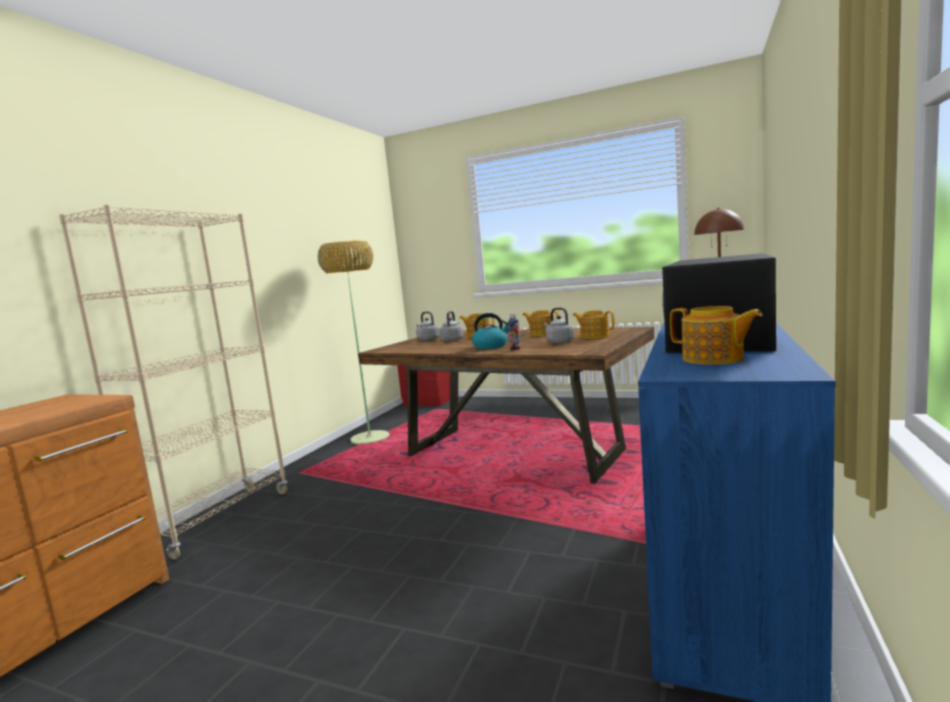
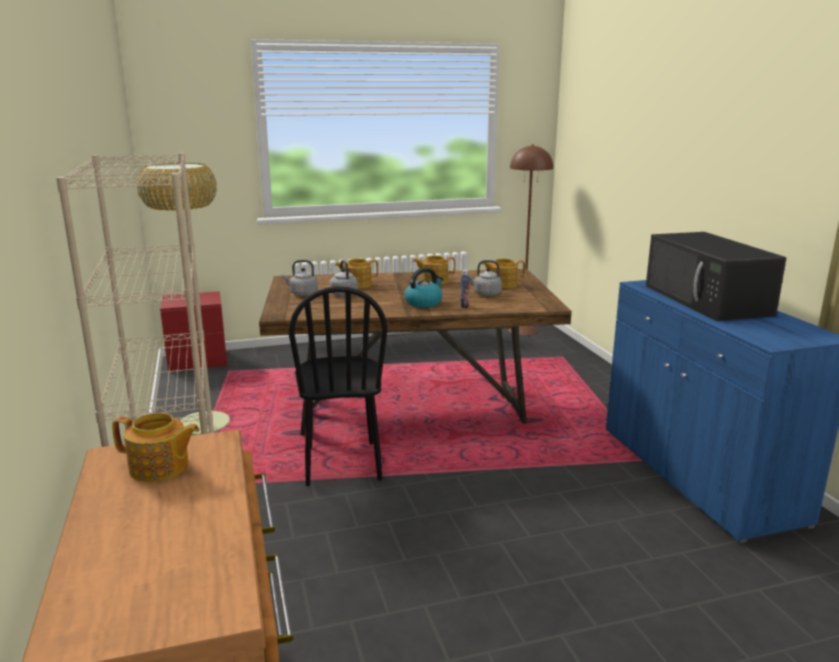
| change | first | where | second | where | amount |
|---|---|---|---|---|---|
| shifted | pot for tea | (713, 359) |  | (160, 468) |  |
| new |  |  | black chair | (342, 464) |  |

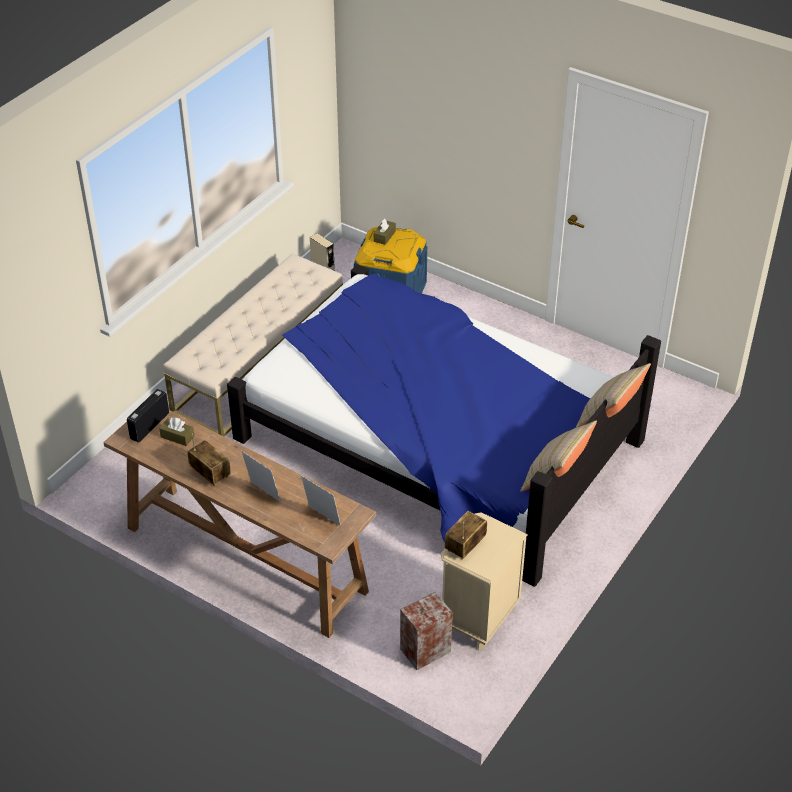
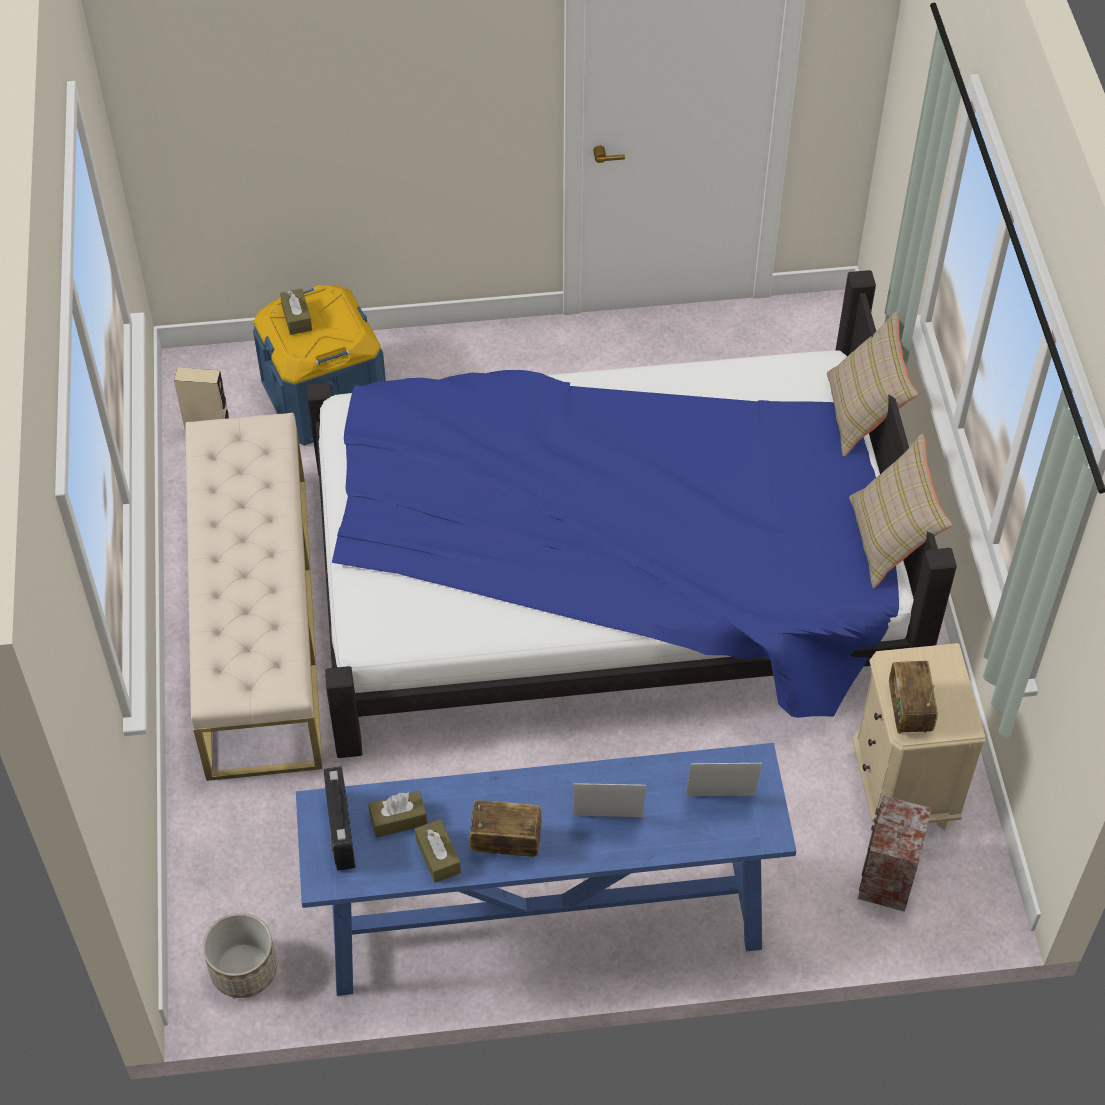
| change | first | where | second | where | amount |
|---|---|---|---|---|---|
| repainted | brownish narrow table | (244, 559) | blue-coloured narrow table | (541, 921) |  |
| new |  |  | flower pot | (244, 969) |  |
| new |  |  | brownish tissue box | (438, 856) |  |

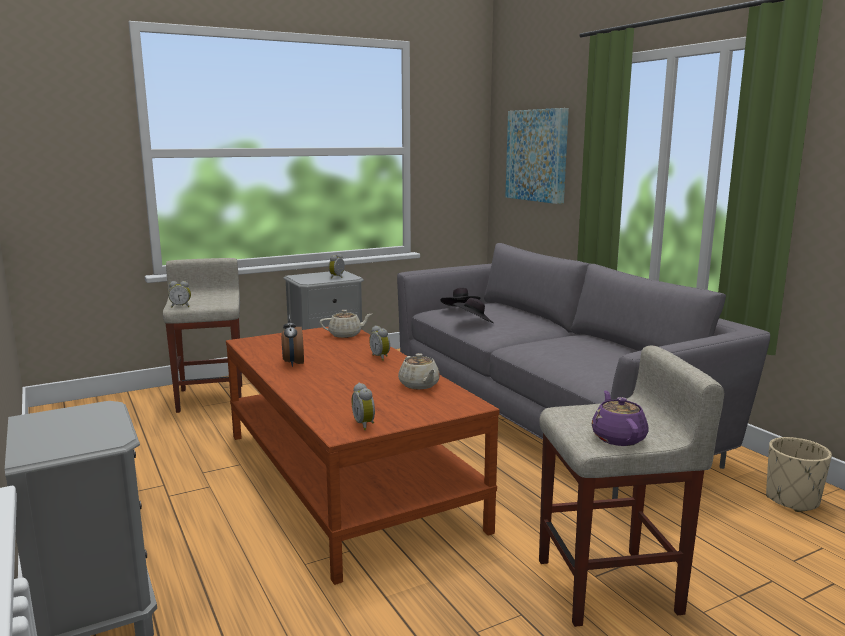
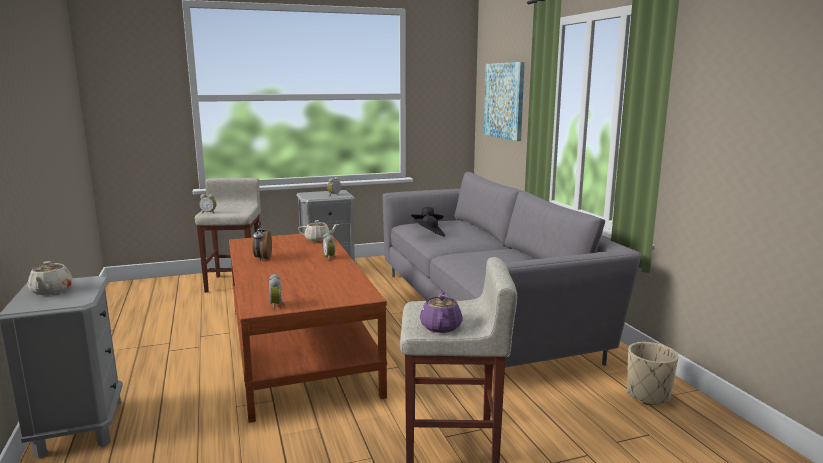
| change | first | where | second | where | amount |
|---|---|---|---|---|---|
| shifted | beige-coloured pot for tea | (419, 385) |  | (51, 291) |  |

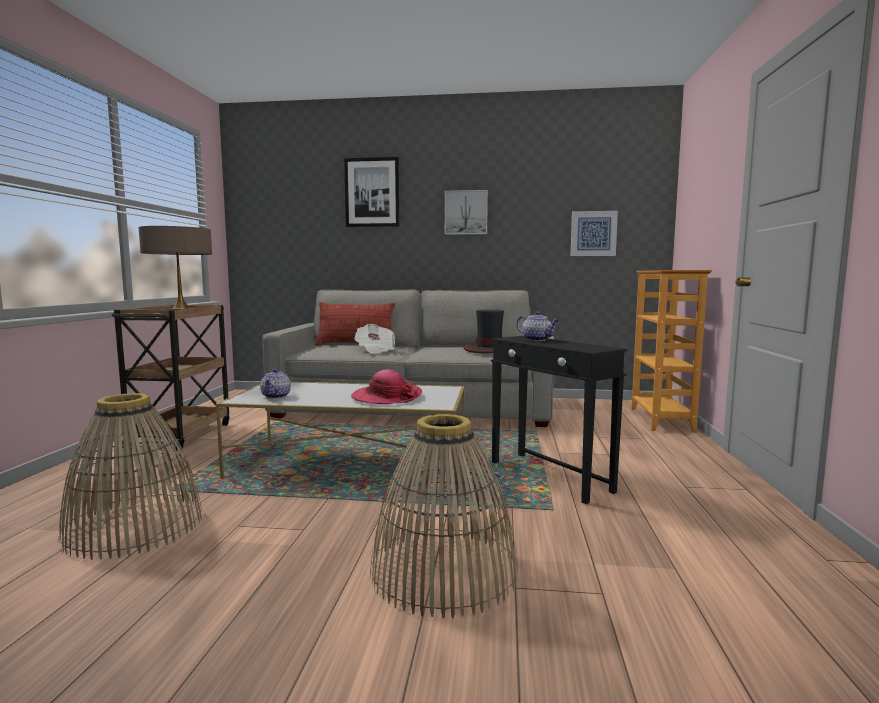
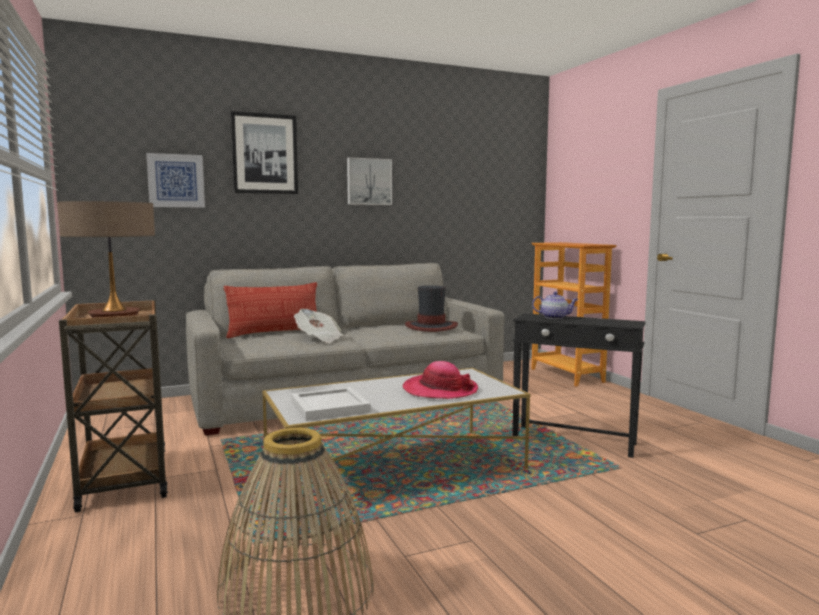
| change | first | where | second | where | amount |
|---|---|---|---|---|---|
| swapped | pot for tea | (276, 396) | white-coloured tray | (330, 406) |  |
| gone | storage basket | (443, 571) |  |  |  |
| shifted | wall picture | (593, 233) |  | (176, 181) |  |

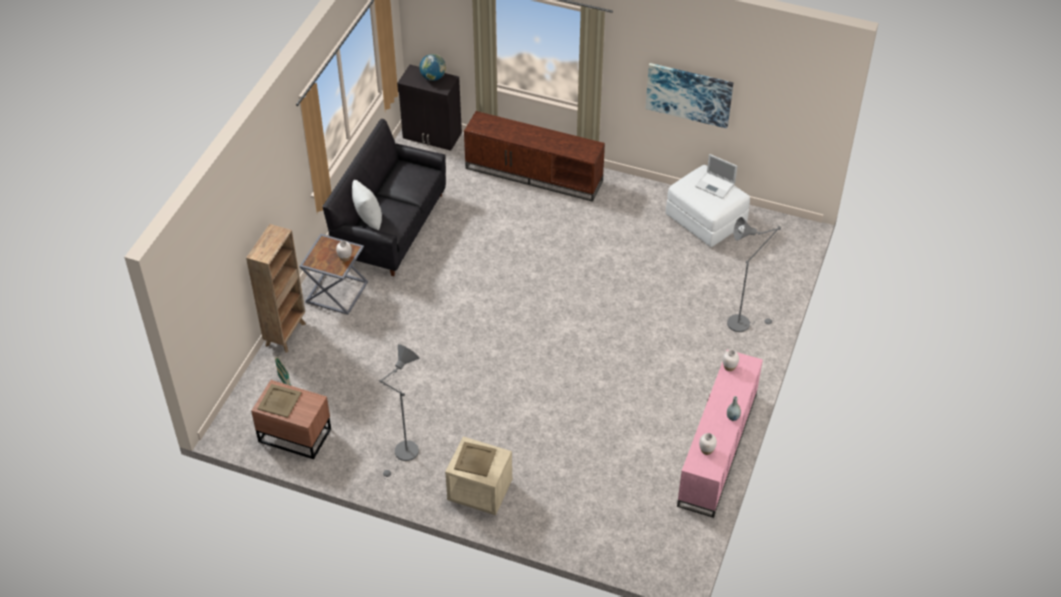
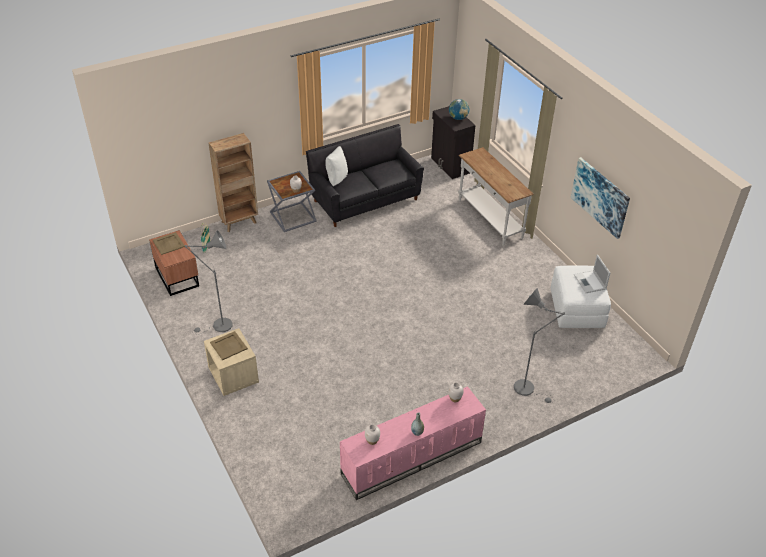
| change | first | where | second | where | amount |
|---|---|---|---|---|---|
| swapped | brownish tv unit | (535, 174) | white-coloured narrow table | (489, 219) |  |

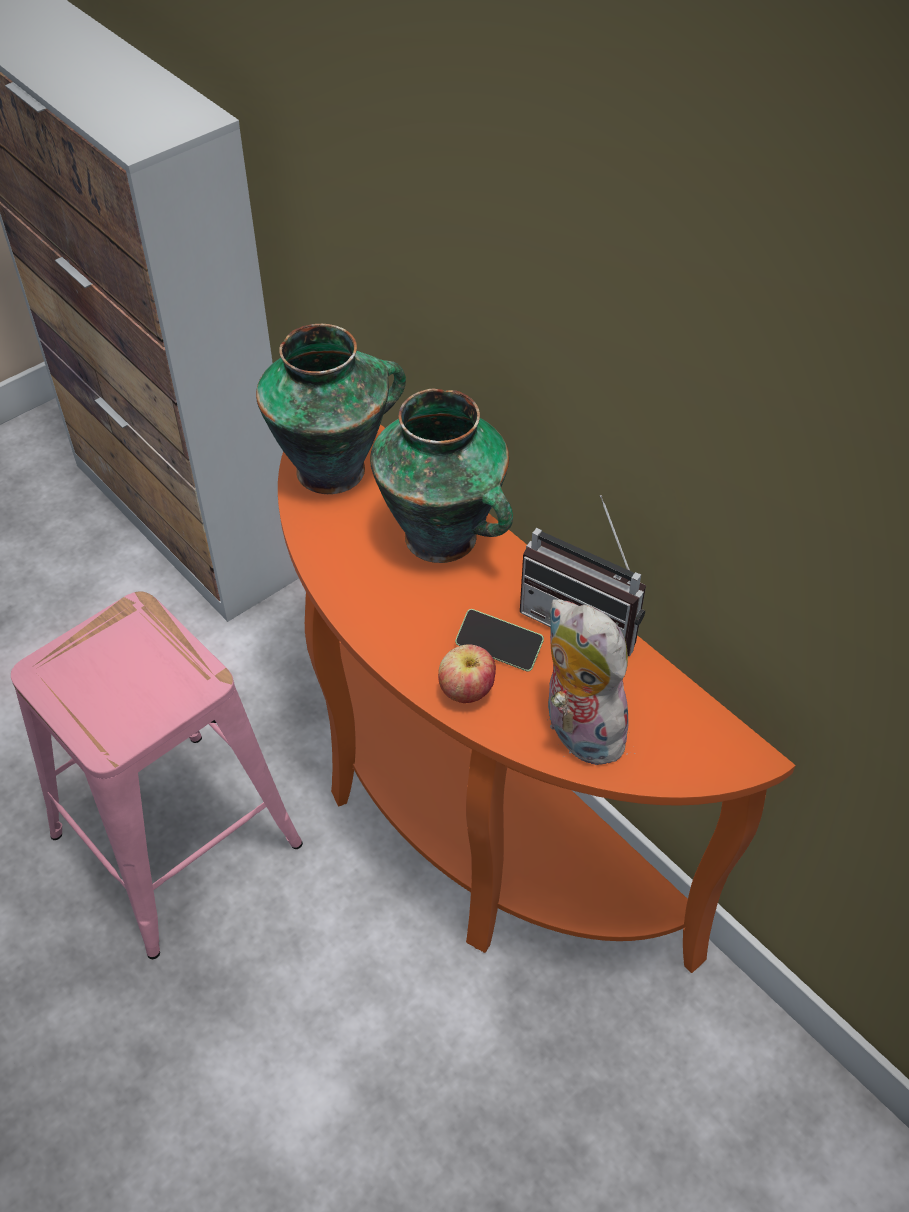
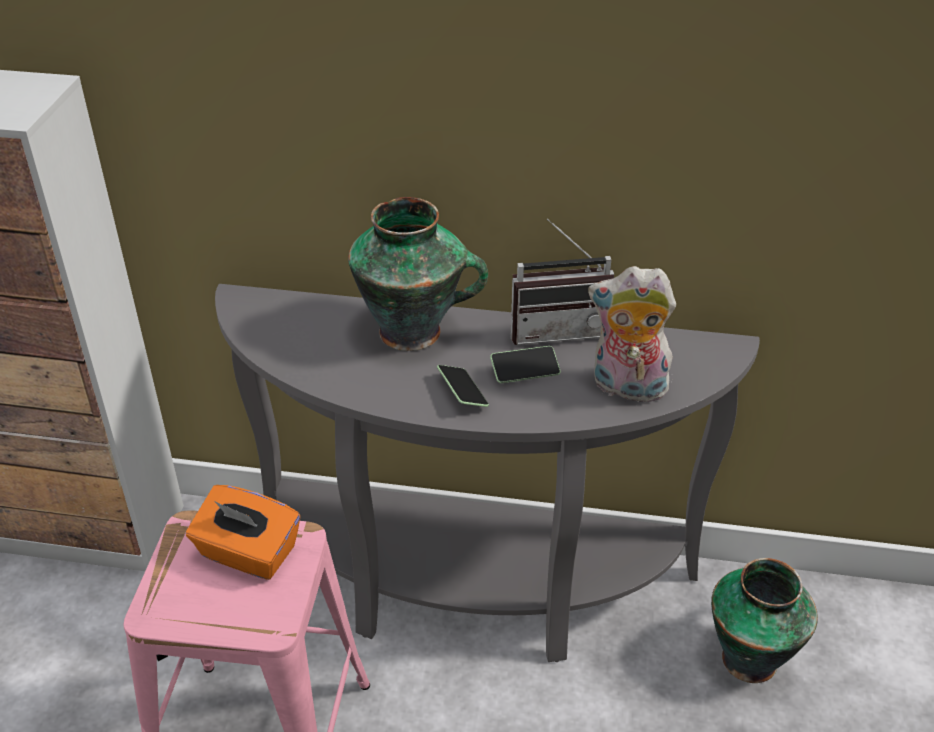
| change | first | where | second | where | amount |
|---|---|---|---|---|---|
| shifted | decorative vase | (334, 469) |  | (750, 657) |  |
| repainted | orange-coloured narrow table | (464, 820) | greyish narrow table | (468, 589) |  |
| gone | whole apple | (466, 691) |  |  |  |
| new |  |  | orange-coloured tissue box | (248, 553) |  |
| new |  |  | handset | (462, 393) |  |

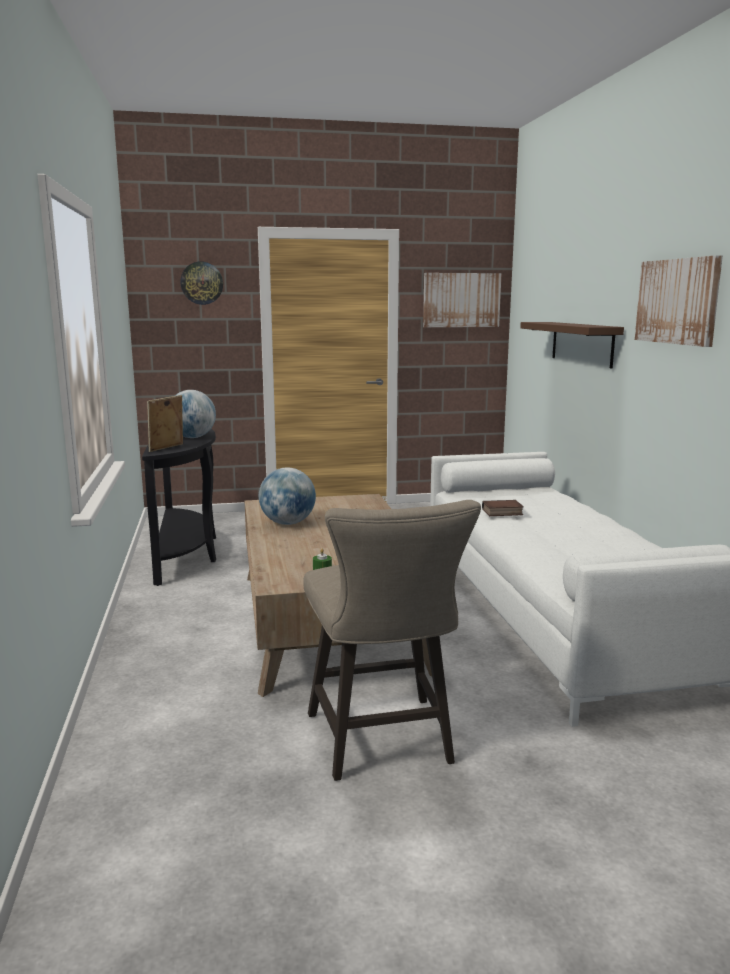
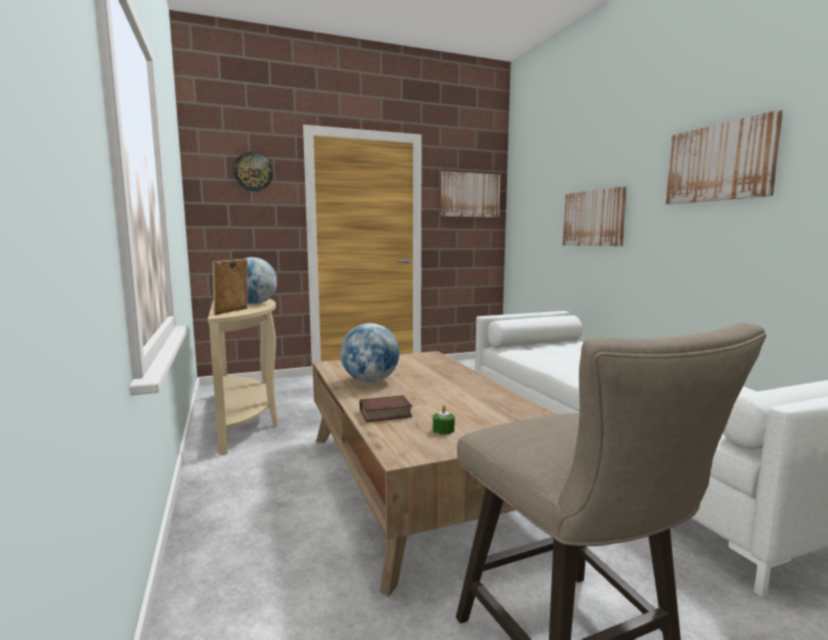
| change | first | where | second | where | amount |
|---|---|---|---|---|---|
| repainted | black narrow table | (186, 551) | beige-coloured narrow table | (246, 416) |  |
| shifted | book | (502, 512) |  | (385, 414) |  |
| swapped | brownish bracket shelf | (582, 343) | wall picture | (593, 218) |  |

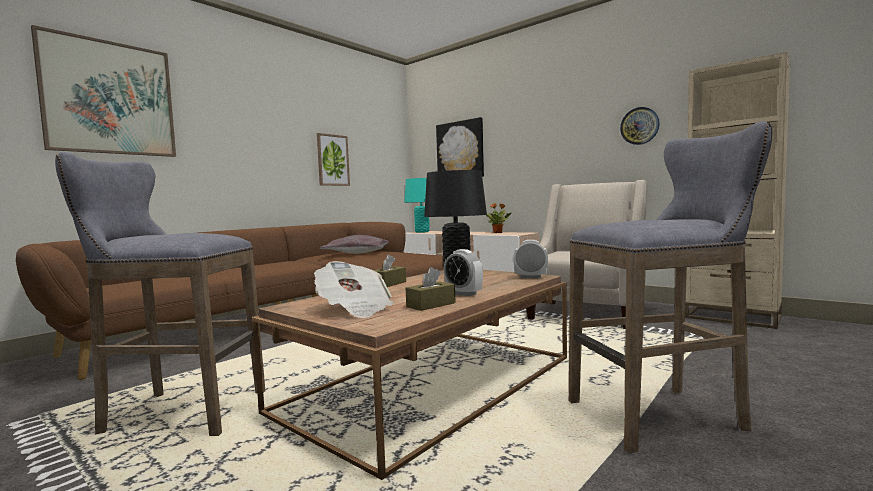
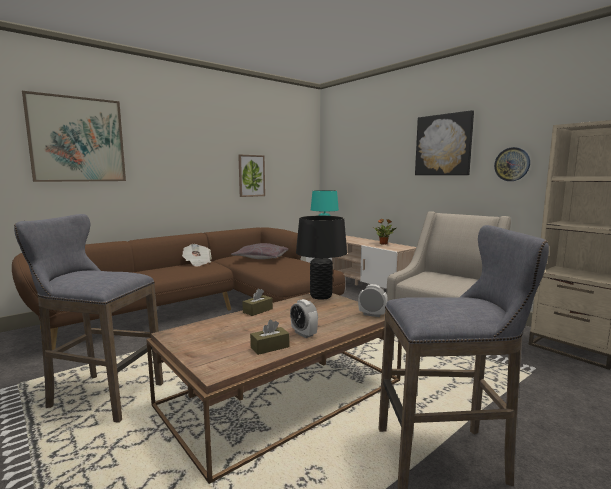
| change | first | where | second | where | amount |
|---|---|---|---|---|---|
| shifted | daily paper | (354, 309) |  | (197, 263) |  |
| shifted | wall picture | (460, 150) |  | (443, 145) |  |

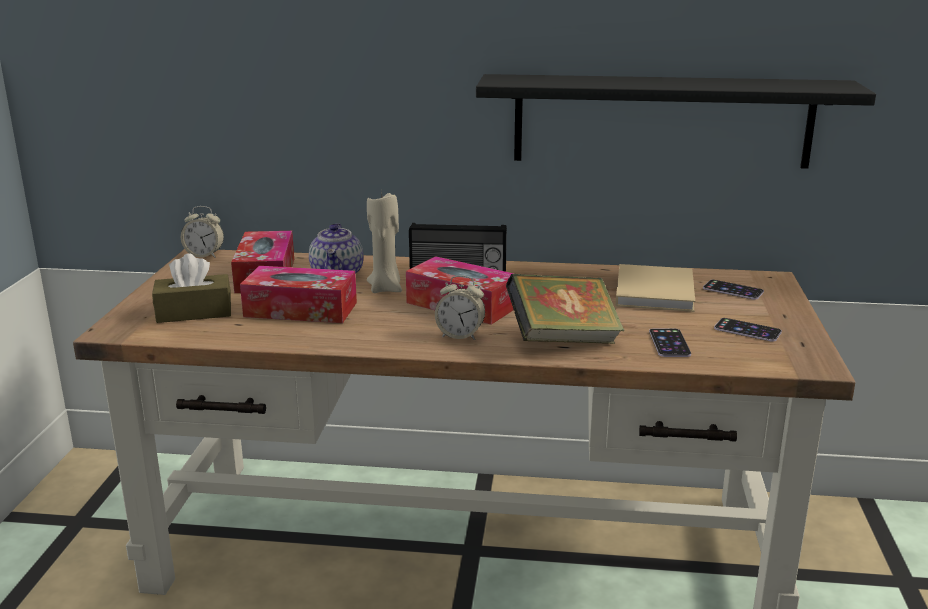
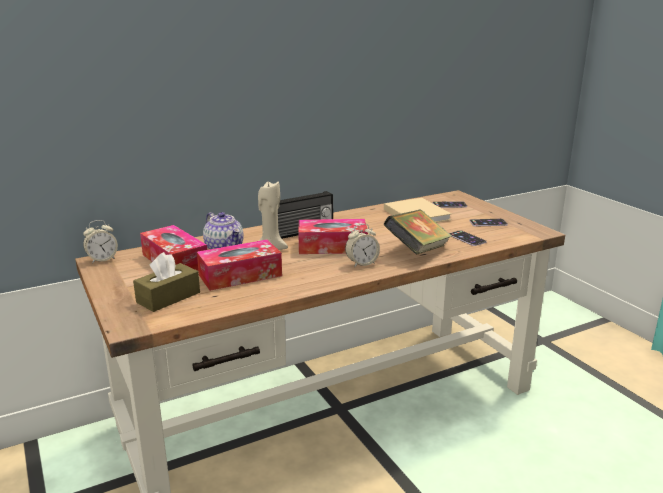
| change | first | where | second | where | amount |
|---|---|---|---|---|---|
| gone | black bracket shelf | (661, 121) |  |  |  |

